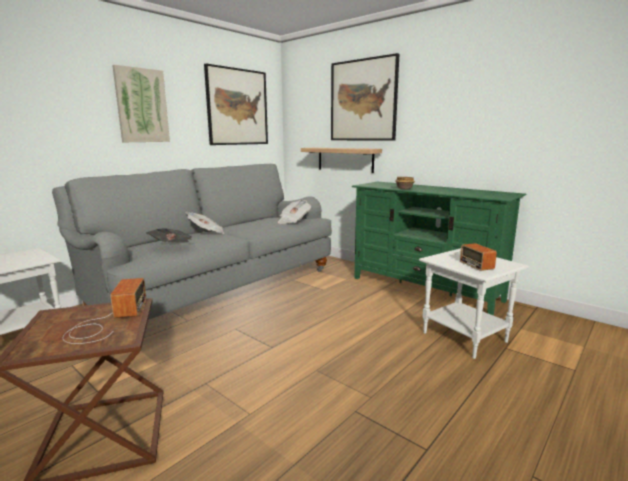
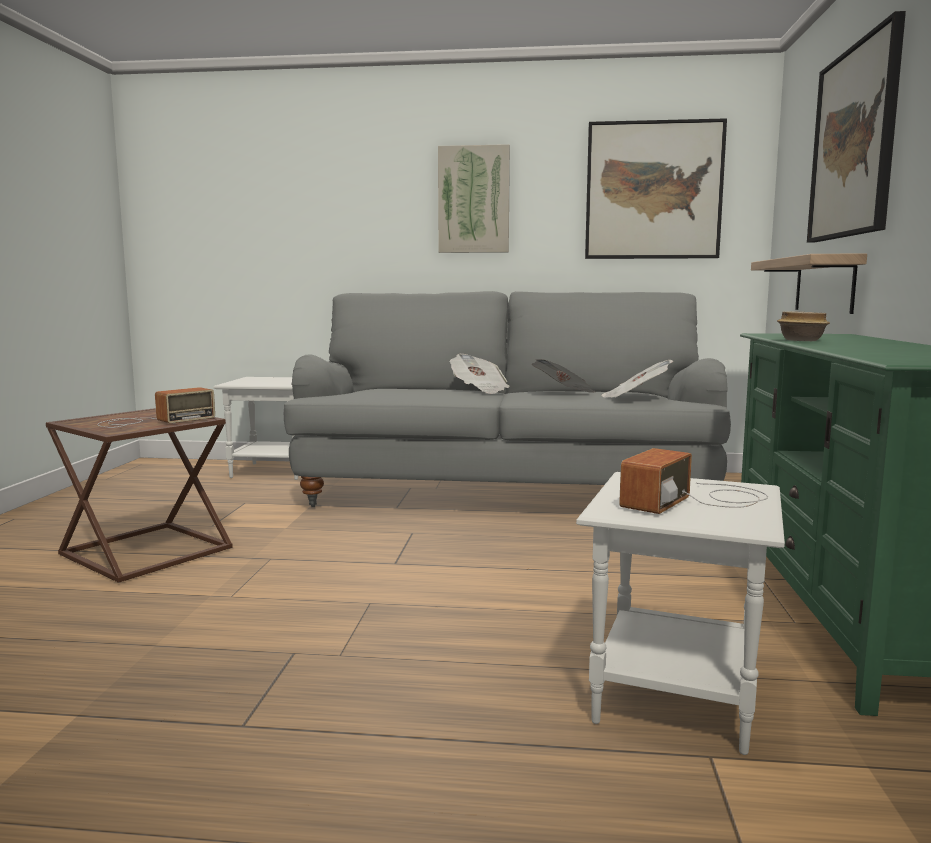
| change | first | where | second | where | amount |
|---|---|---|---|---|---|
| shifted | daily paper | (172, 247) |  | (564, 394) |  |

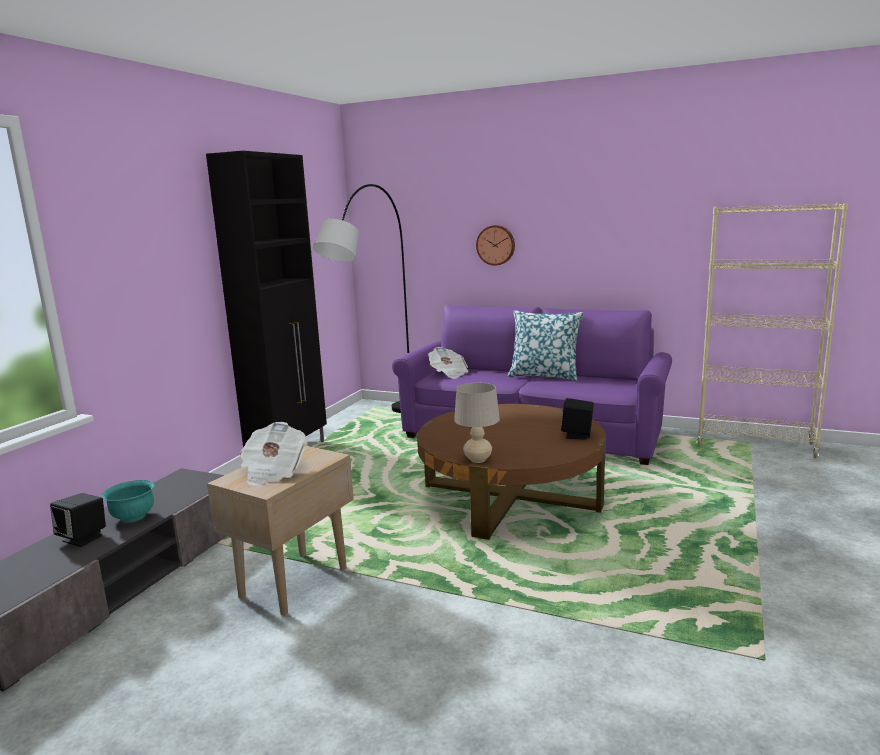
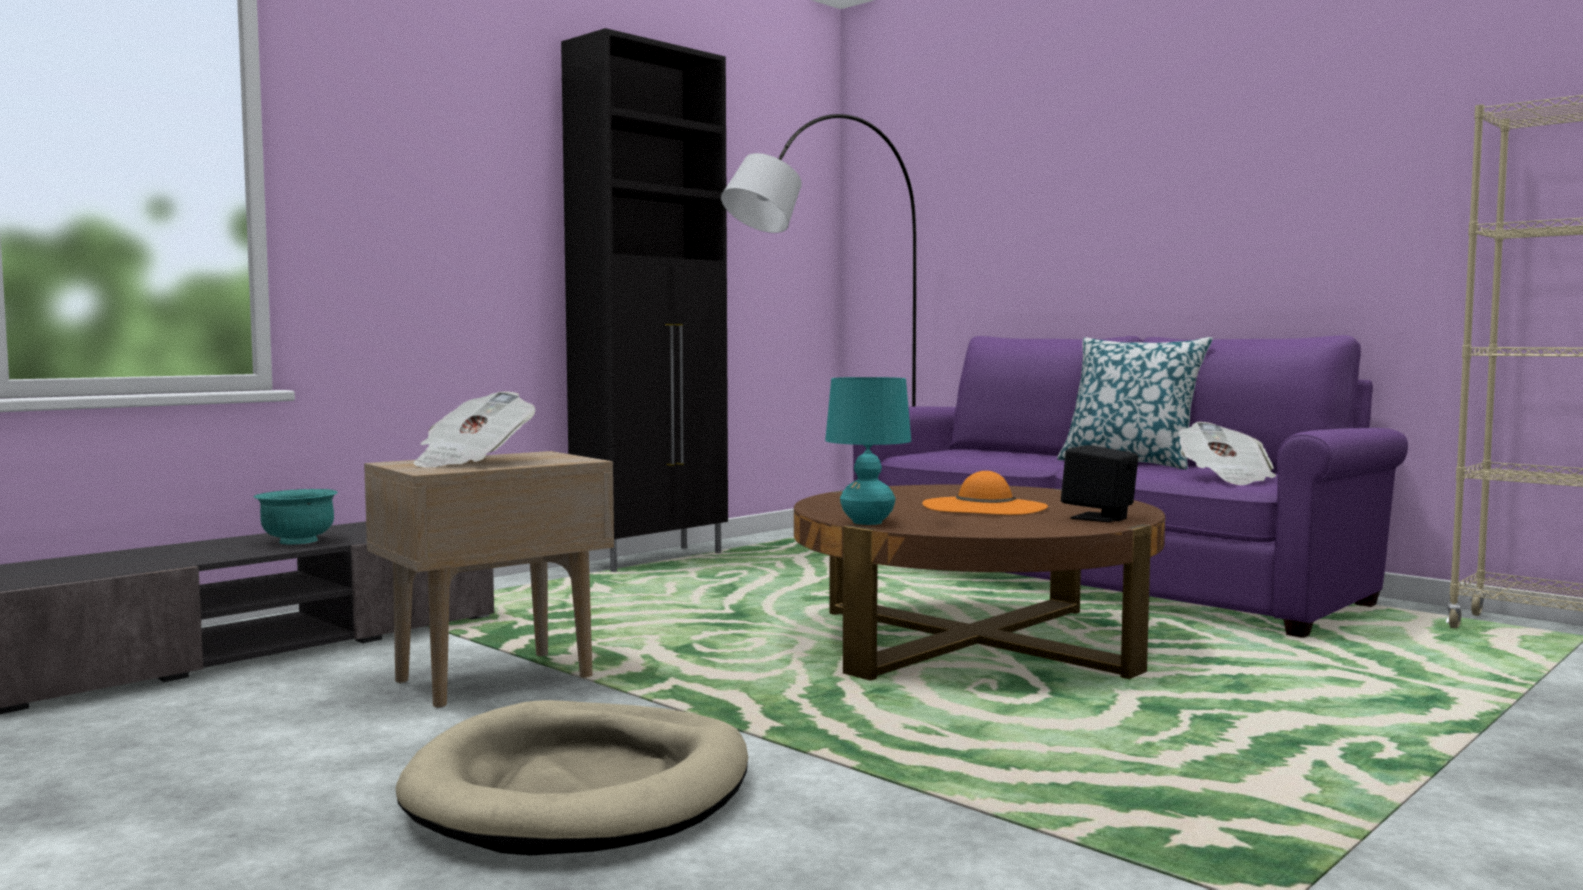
| change | first | where | second | where | amount |
|---|---|---|---|---|---|
| gone | black speaker | (83, 538) |  |  |  |
| shifted | daily paper | (448, 373) |  | (1225, 479) |  |
| repainted | beige-coloured tabletop lamp | (478, 460) | blue-green tabletop lamp | (867, 522) |  |
| gone | clock on the wall | (496, 245) |  |  |  |
| new |  |  | beige-coloured dog cushion | (582, 790) |  |
| new |  |  | orange-coloured hat | (984, 507) |  |

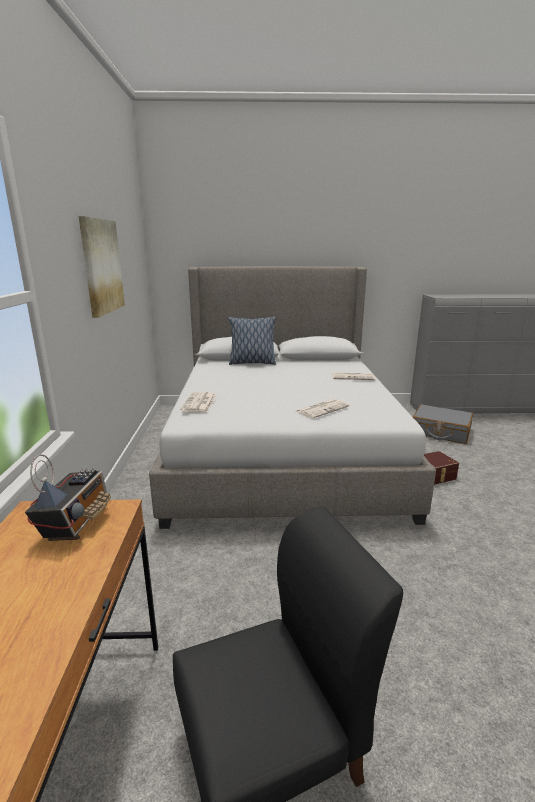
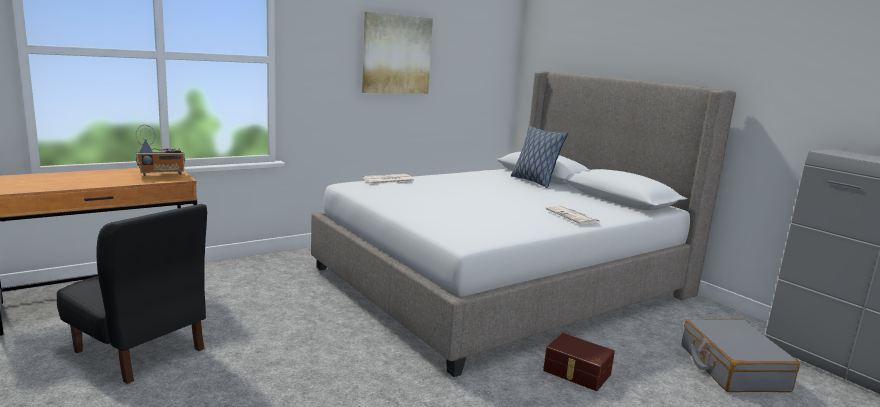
| change | first | where | second | where | amount |
|---|---|---|---|---|---|
| gone | daily paper | (322, 409) |  |  |  |

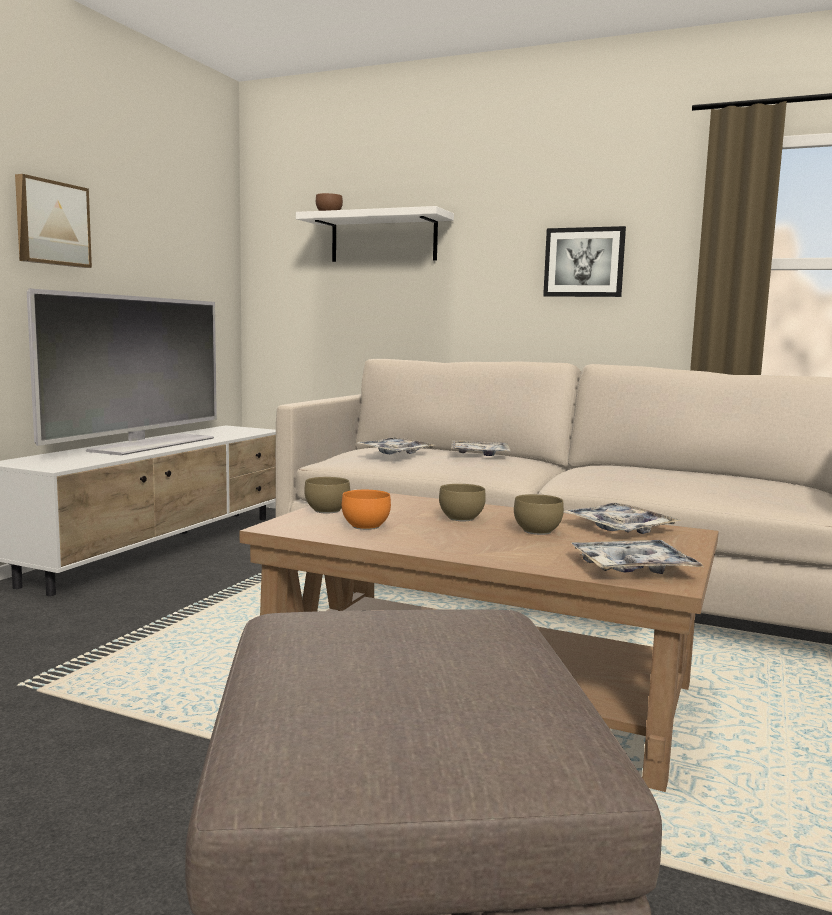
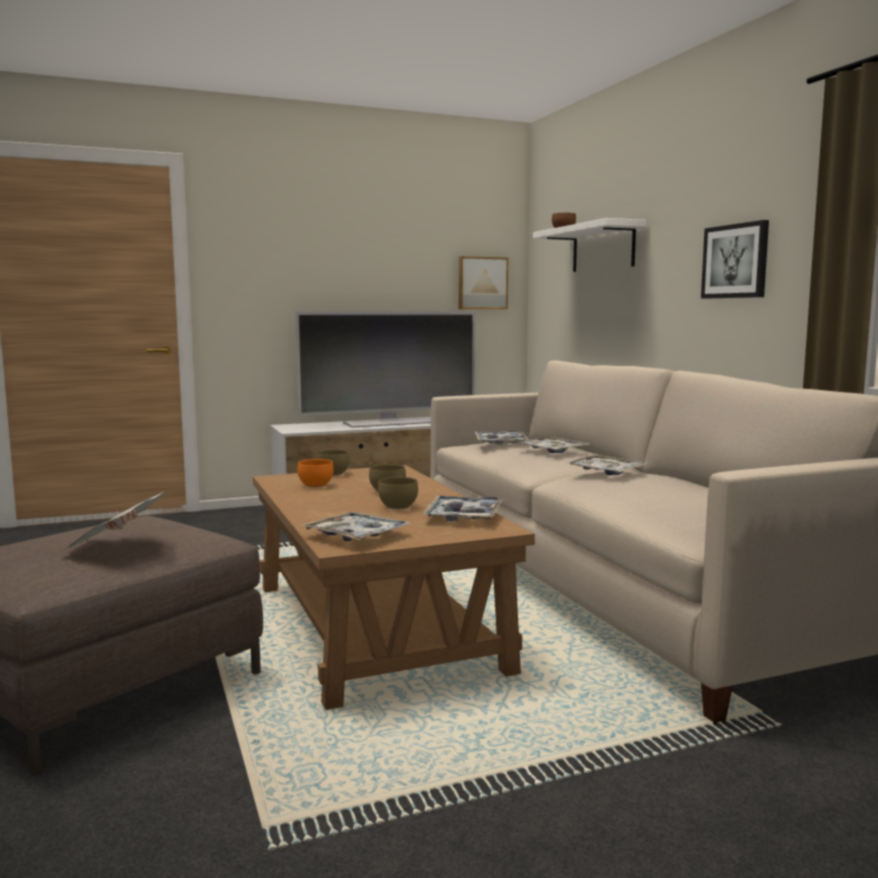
| change | first | where | second | where | amount |
|---|---|---|---|---|---|
| shifted | wall picture | (51, 223) |  | (482, 283) |  |
| new |  |  | daily paper | (115, 548) |  |
| new |  |  | tray | (607, 472) |  |

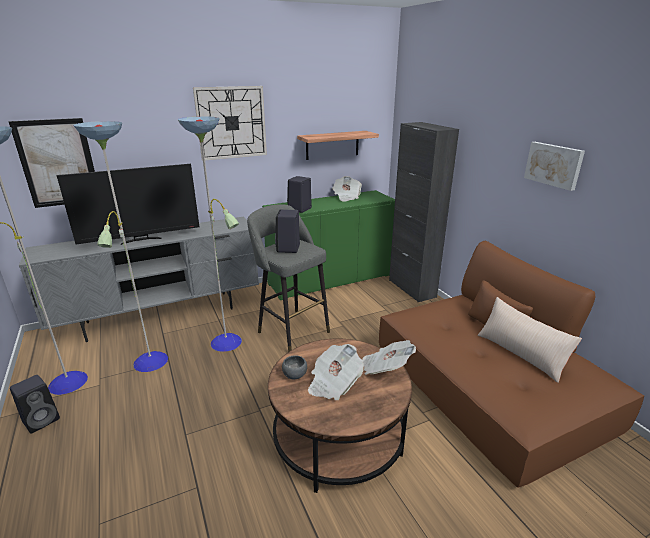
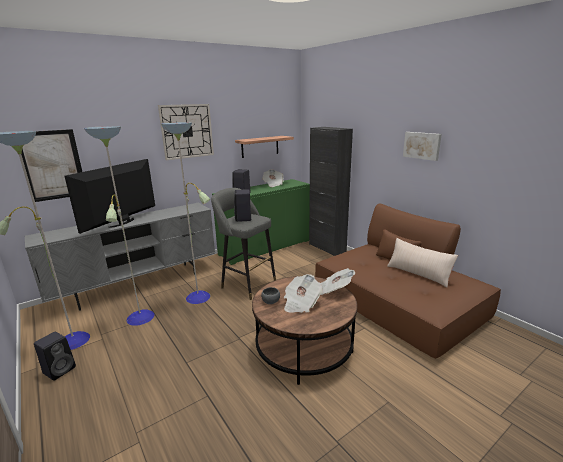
| change | first | where | second | where | amount |
|---|---|---|---|---|---|
| rotated | television | (141, 240) |  | (123, 223) | 150 degrees clockwise |

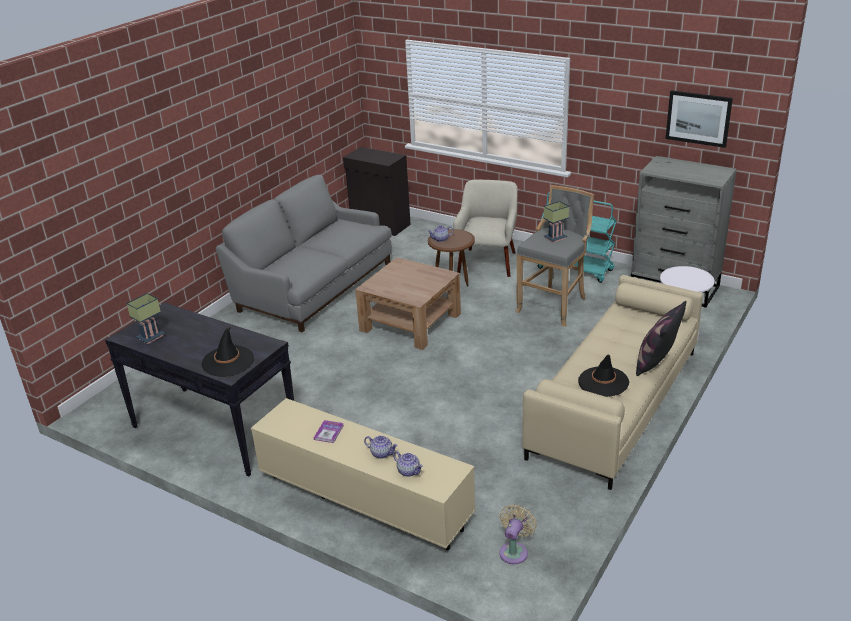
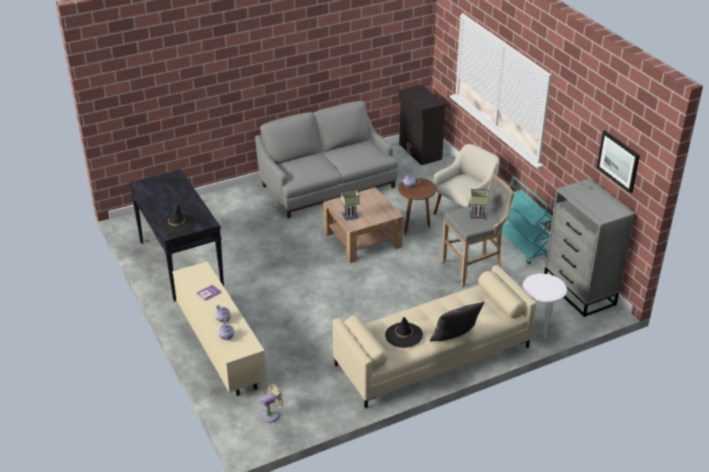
| change | first | where | second | where | amount |
|---|---|---|---|---|---|
| shifted | tabletop lamp | (150, 338) |  | (350, 217) |  |

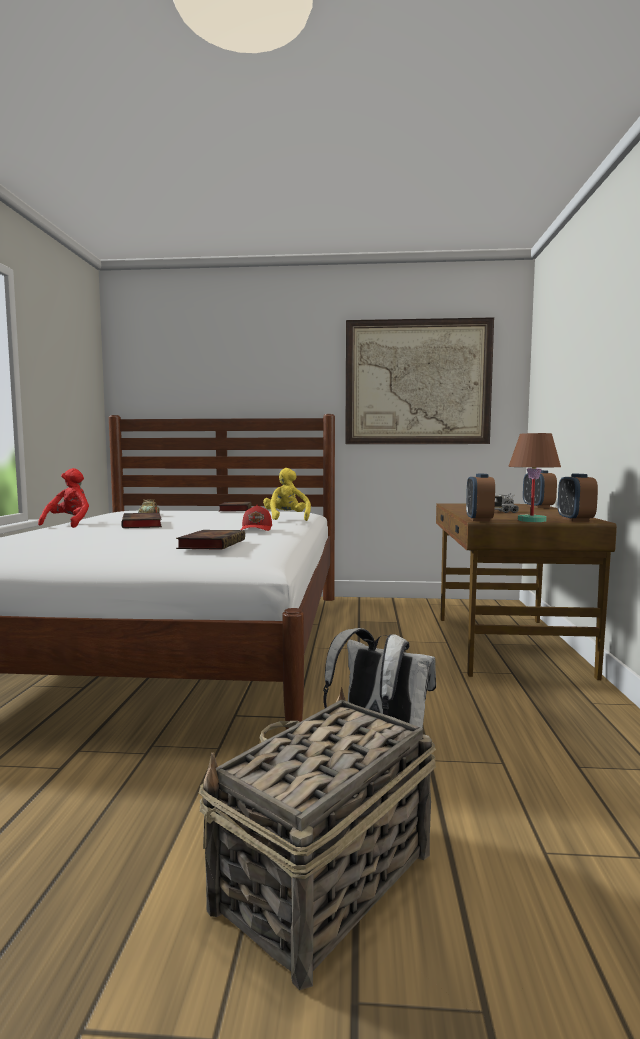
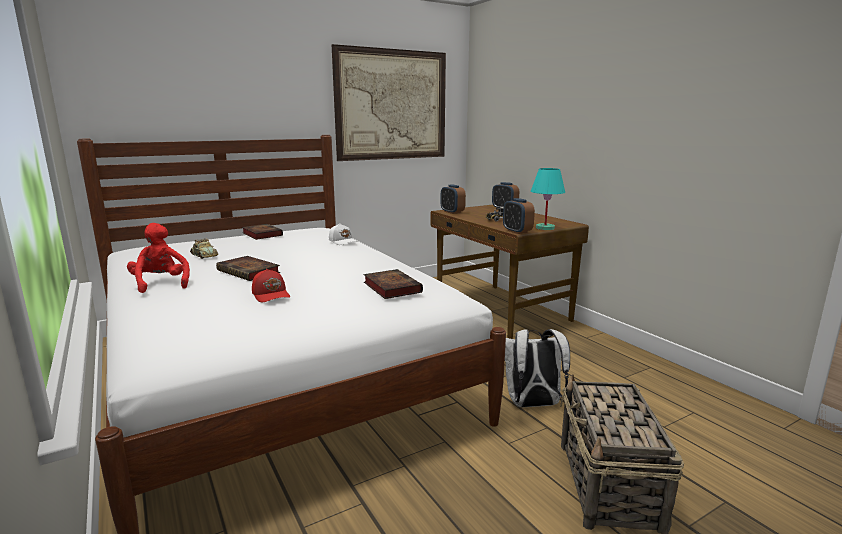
| change | first | where | second | where | amount |
|---|---|---|---|---|---|
| shifted | red-coloured cap | (257, 529) |  | (271, 295) |  |
| swapped | yellowish plush toy | (286, 518) | white-coloured cap | (343, 241) |  |
| repainted | brownish tabletop lamp | (532, 520) | blue-green tabletop lamp | (545, 228) |  |
| shifted | table clock | (575, 519) |  | (452, 212) |  |

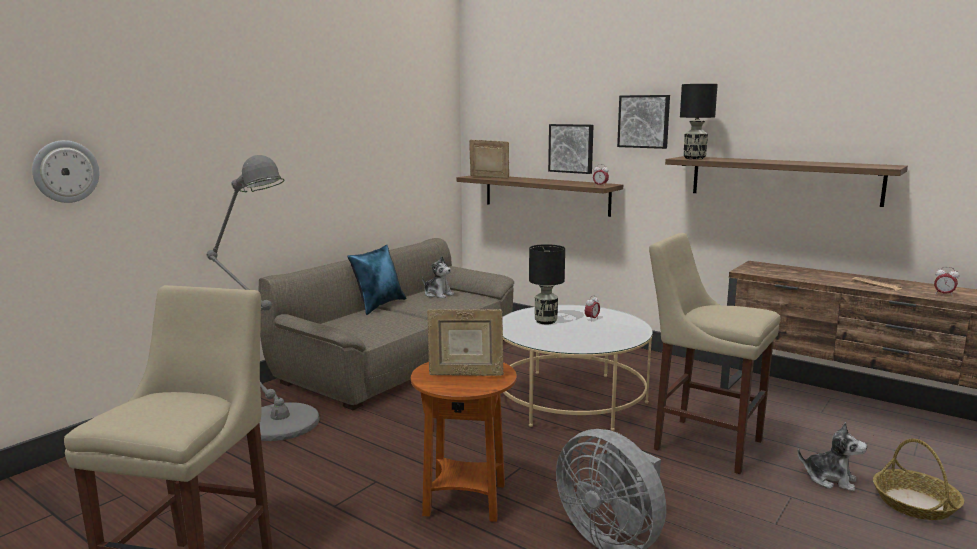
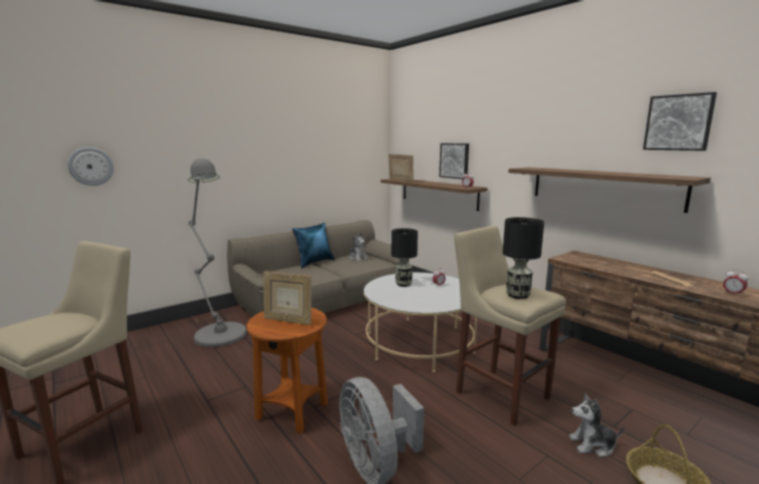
| change | first | where | second | where | amount |
|---|---|---|---|---|---|
| shifted | wall picture | (644, 121) |  | (678, 122) |  |
| shifted | black tabletop lamp | (694, 158) |  | (517, 295) |  |
| rotated | plush toy | (830, 479) |  | (593, 445) | 135 degrees clockwise |

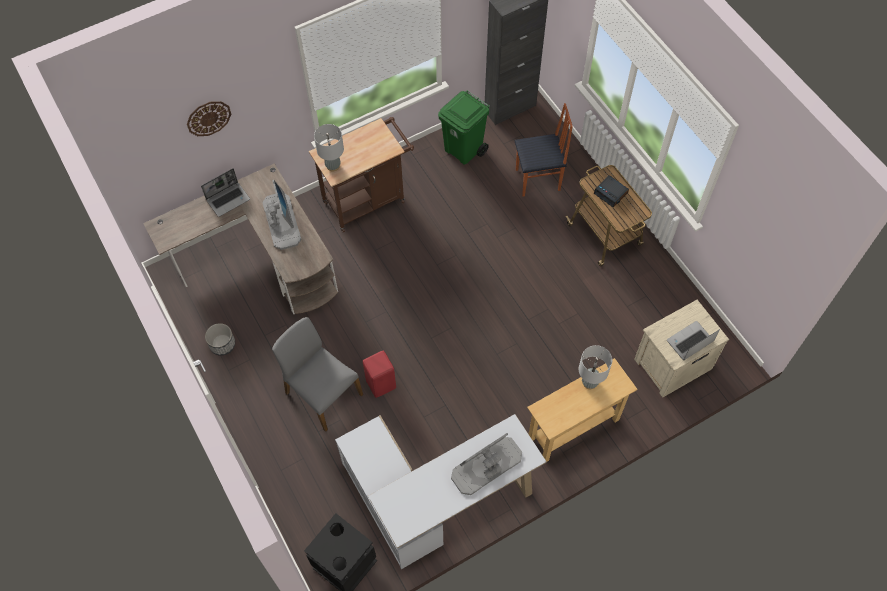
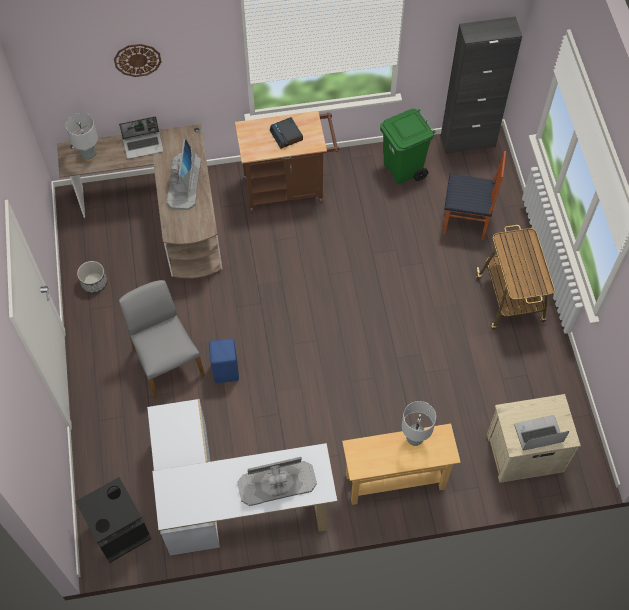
| change | first | where | second | where | amount |
|---|---|---|---|---|---|
| shifted | greyish tabletop lamp | (333, 166) |  | (89, 156) |  |
| repainted | red-coloured sitting stool | (381, 383) | blue-coloured sitting stool | (226, 371) |  |
| shifted | table clock | (611, 193) |  | (286, 135) |  |

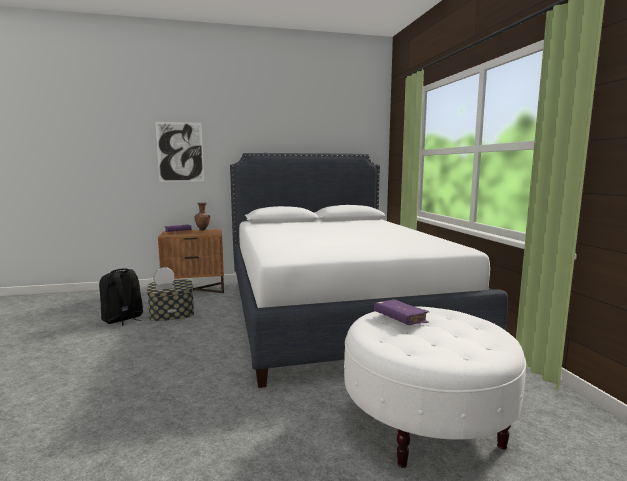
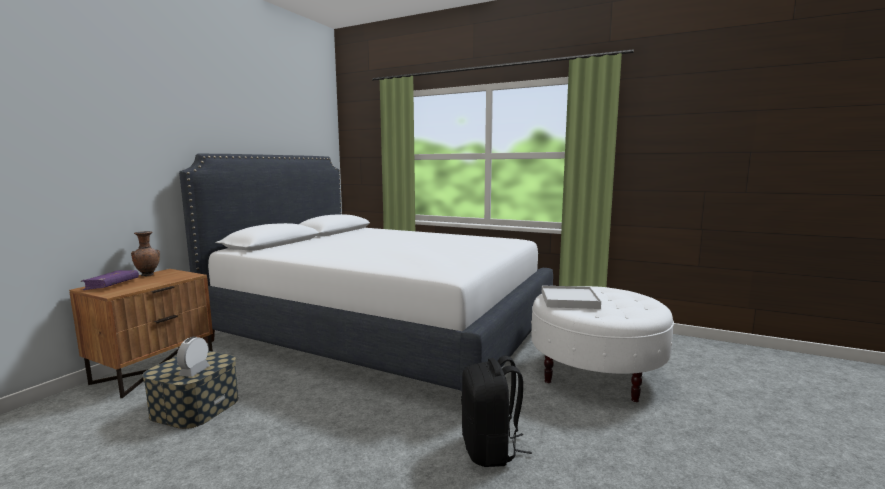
| change | first | where | second | where | amount |
|---|---|---|---|---|---|
| shifted | black rucksack | (123, 319) |  | (490, 449) |  |
| gone | wall picture | (180, 152) |  |  |  |
| swapped | purple-coloured book | (400, 319) | white-coloured tray | (569, 300) |  |

